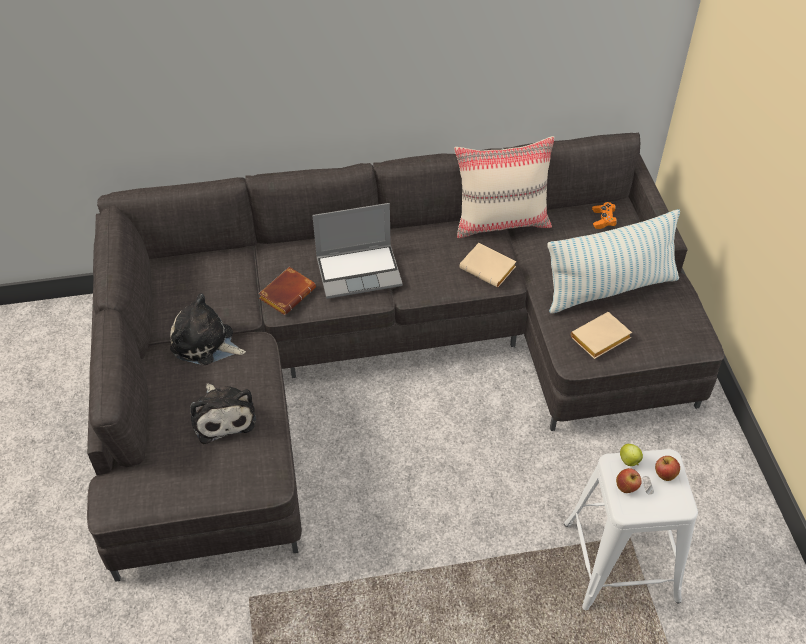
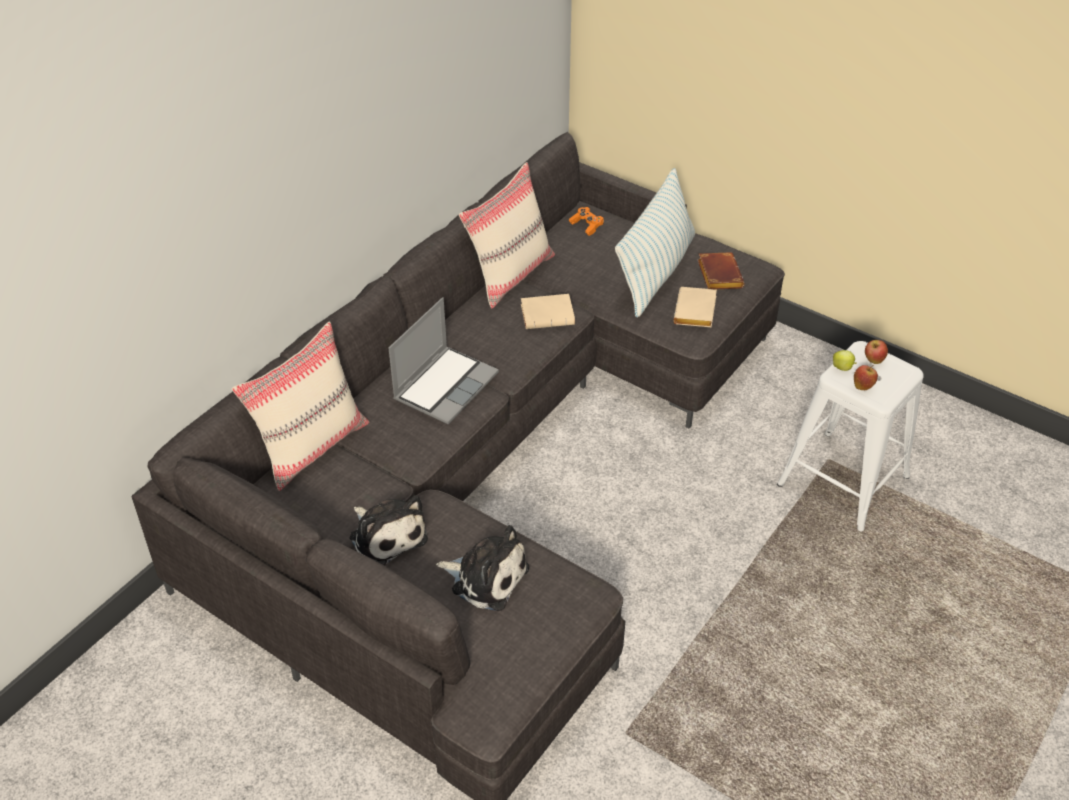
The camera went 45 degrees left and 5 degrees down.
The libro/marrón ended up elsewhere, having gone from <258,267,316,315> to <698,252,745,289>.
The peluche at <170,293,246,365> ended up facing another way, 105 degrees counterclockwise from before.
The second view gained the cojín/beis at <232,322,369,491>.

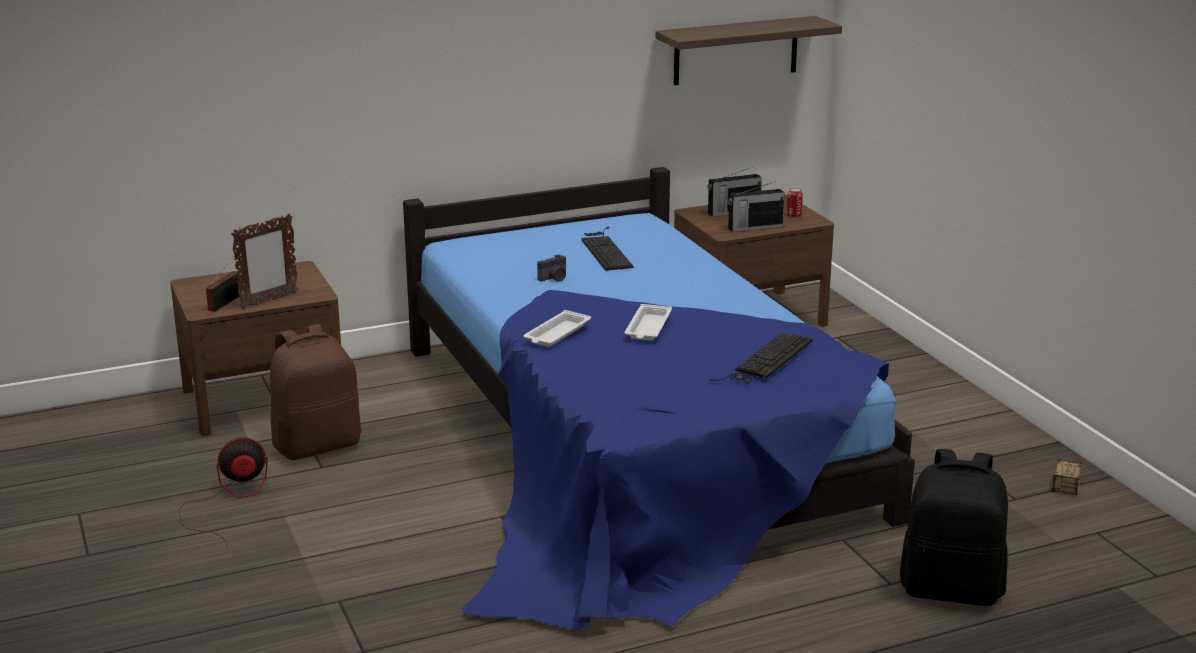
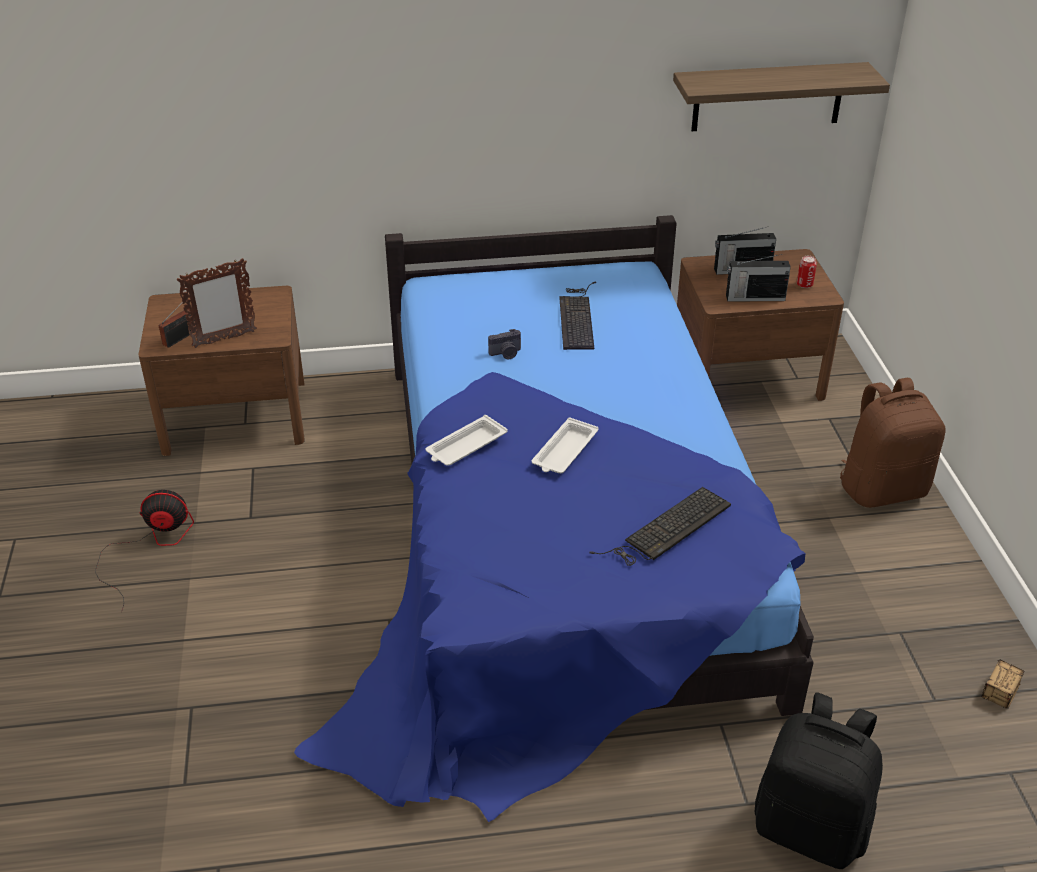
The camera went 15 degrees right and 15 degrees up.
The mochila/marrón ended up elsewhere, having gone from <270,324,361,460> to <840,378,946,508>.

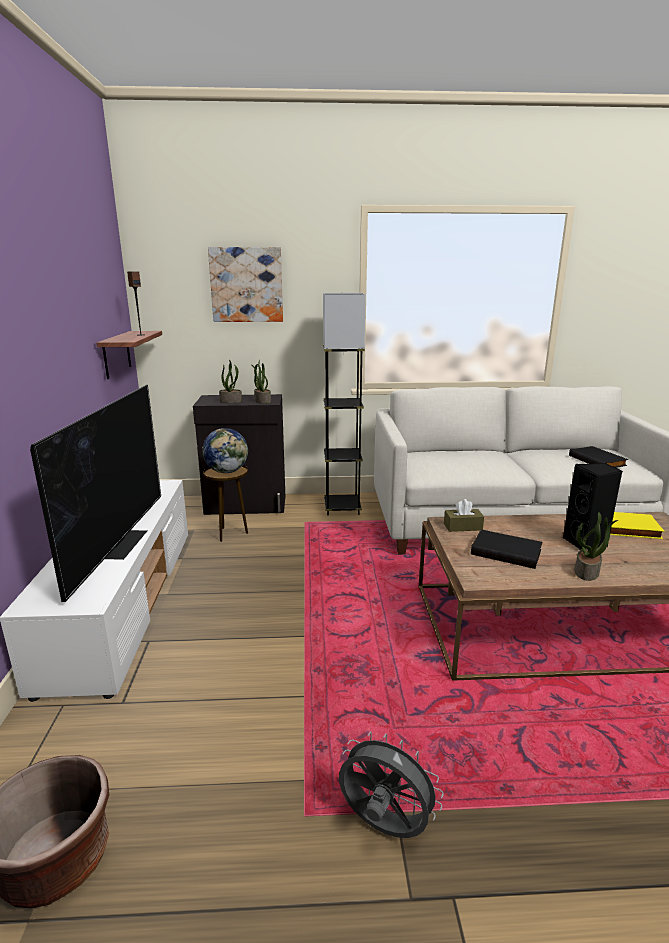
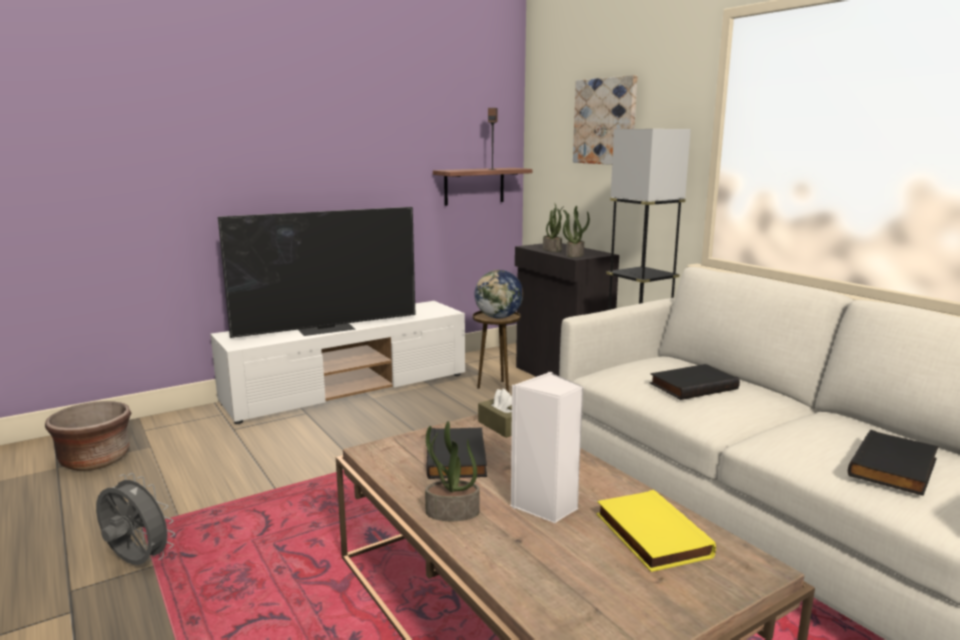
The camera went 60 degrees right and 5 degrees down.
What was the altavoz/negro at <563,463,622,550> turned into the altavoz/blanco at <510,372,584,523>.
The ventilador/gris at <339,731,443,838> ended up facing another way, 60 degrees counterclockwise from before.
The second view gained the libro/negro at <650,364,740,400>.

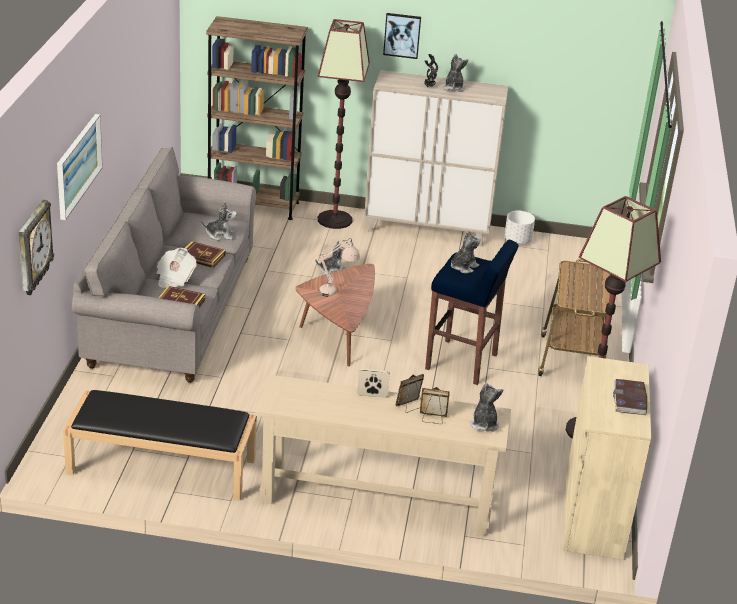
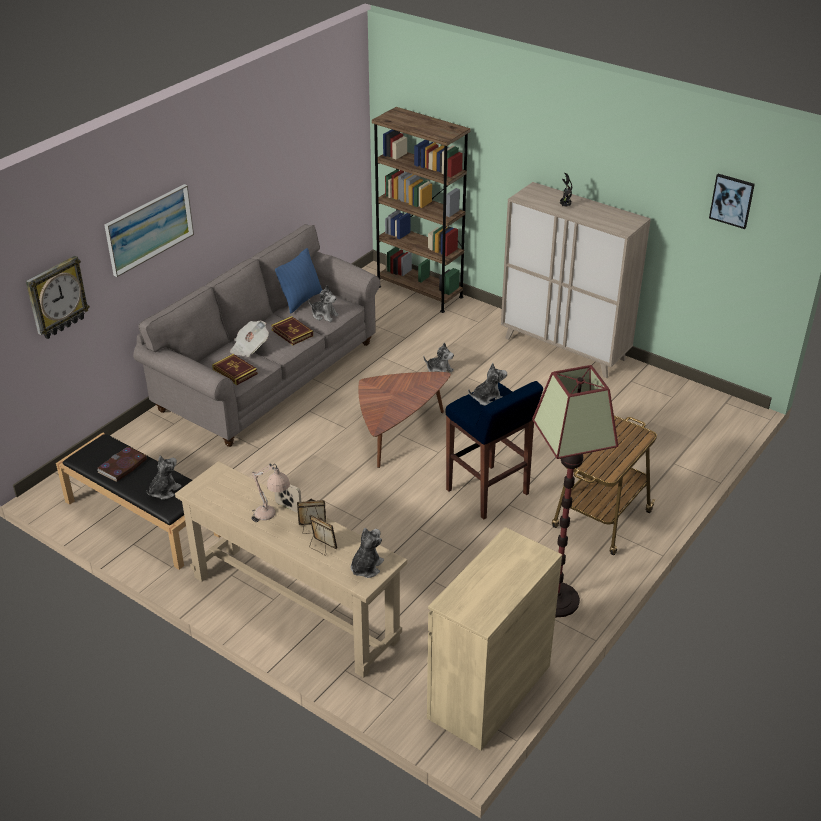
The camera went 30 degrees right and 5 degrees up.
The cuadro ended up elsewhere, having gone from <383,13,421,59> to <709,174,755,229>.
The second view lost the lámpara de pie at <318,19,370,229>.
The peluche ended up elsewhere, having gone from <443,54,469,92> to <147,455,182,499>.
The second view lost the maceta/blanco at <504,211,535,244>.
The lámpara de mesa/beis ended up elsewhere, having gone from <317,238,360,297> to <251,464,290,523>.
The libro ended up elsewhere, having gone from <613,379,647,415> to <98,447,147,482>.
The second view gained the cojín/azul at <275,248,322,313>.

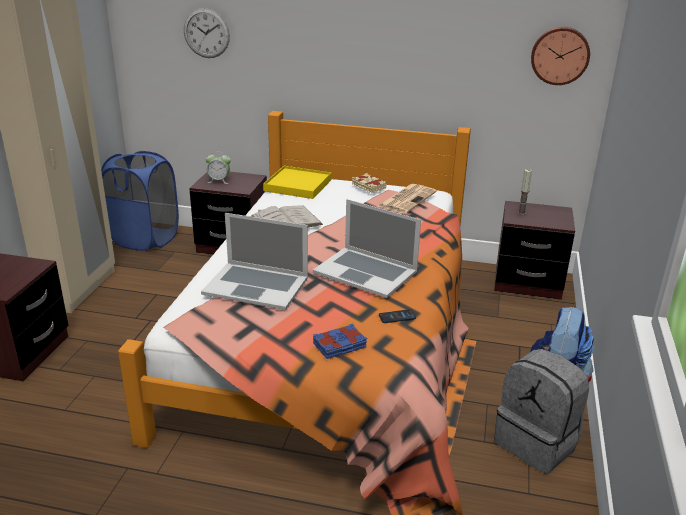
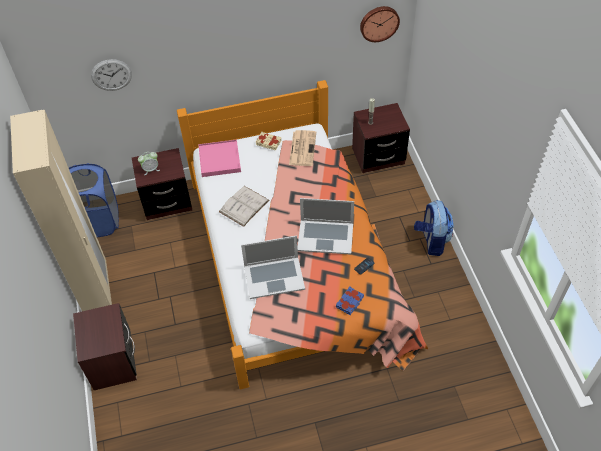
The camera went 25 degrees left and 25 degrees up.
What was the bandeja/amarillo at <263,166,332,199> turned into the bandeja/rosa at <198,139,241,177>.
The second view lost the mochila/gris at <494,349,589,473>.

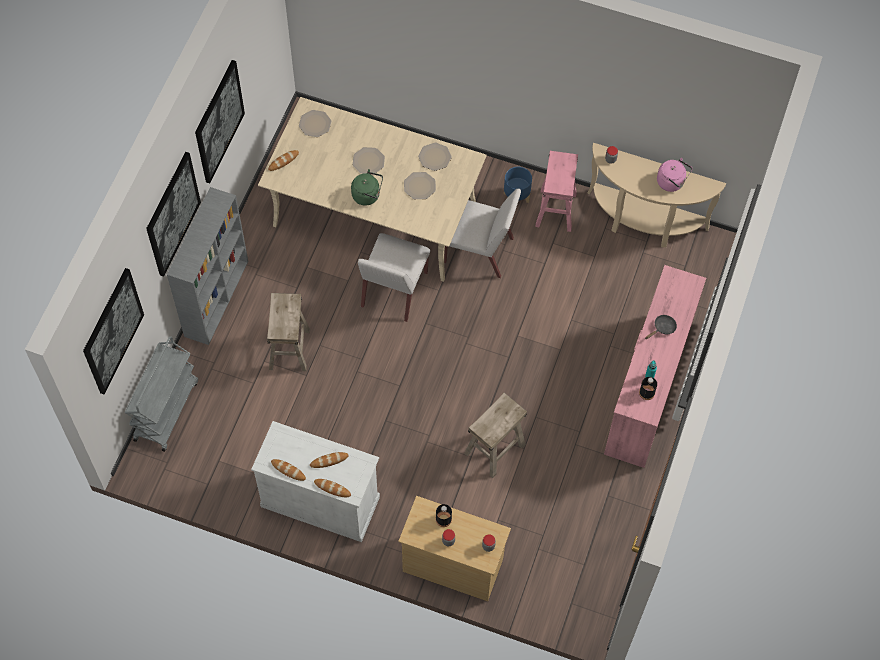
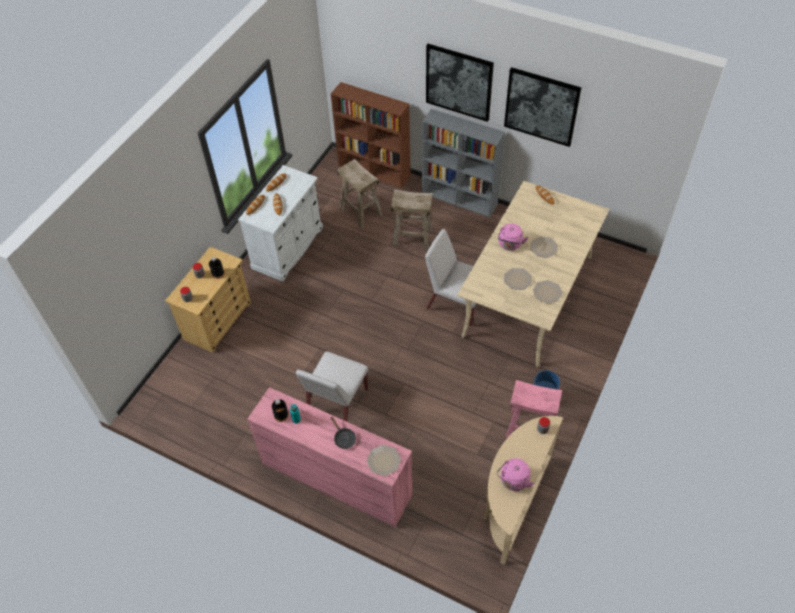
The camera went 100 degrees right and 10 degrees down.
The plato ended up elsewhere, having gone from <299,110,331,137> to <367,445,401,476>.
What was the hervidor/verde at <351,169,383,206> turned into the hervidor/rosa at <498,223,528,251>.
The silla/blanco ended up elsewhere, having gone from <444,189,521,278> to <296,352,368,422>.
The second view lost the cuadro at <83,268,144,395>.
Where the carrito/gris stood at <125,336,198,452>, the estantería/marrón came to stand at <331,82,411,188>.
The taburete/beis ended up elsewhere, having gone from <464,392,527,478> to <338,159,383,228>.

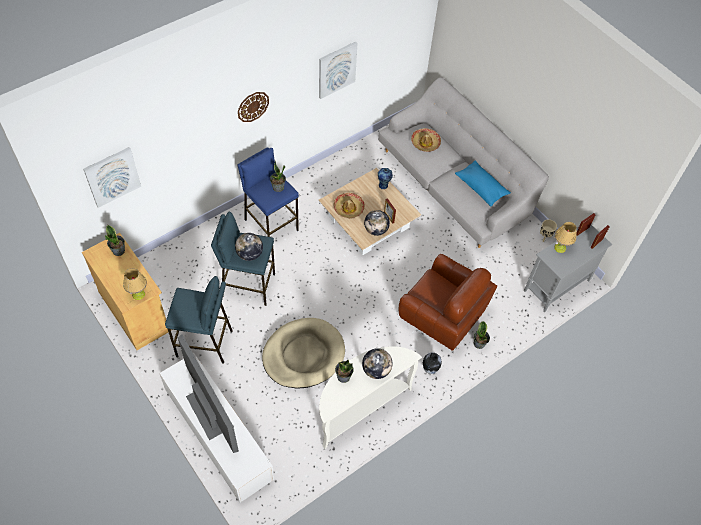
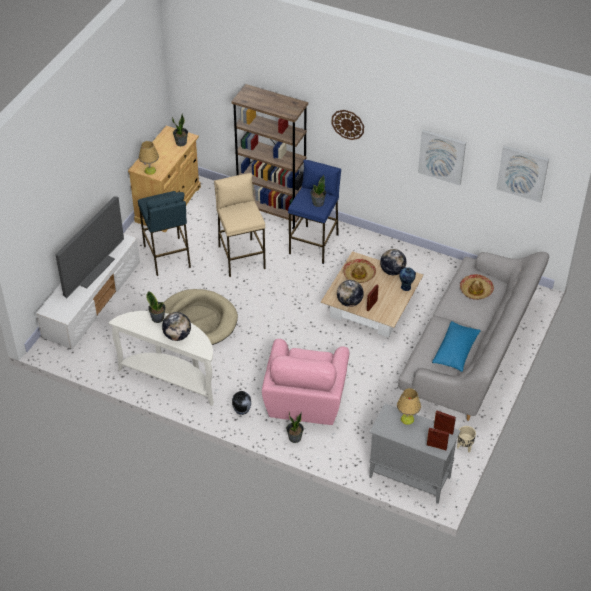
The camera went 65 degrees right and 10 degrees down.
The cuadro ended up elsewhere, having gone from <83,147,141,208> to <497,146,549,202>.
What was the taburete/azul at <211,212,275,306> turned into the taburete/beis at <214,173,266,277>.
The globo terráqueo ended up elsewhere, having gone from <235,233,263,261> to <380,249,406,275>.
What was the sillón/marrón at <399,254,497,351> turned into the sillón/rosa at <262,339,349,425>.
The second view gained the estantería/marrón at <231,84,308,229>.

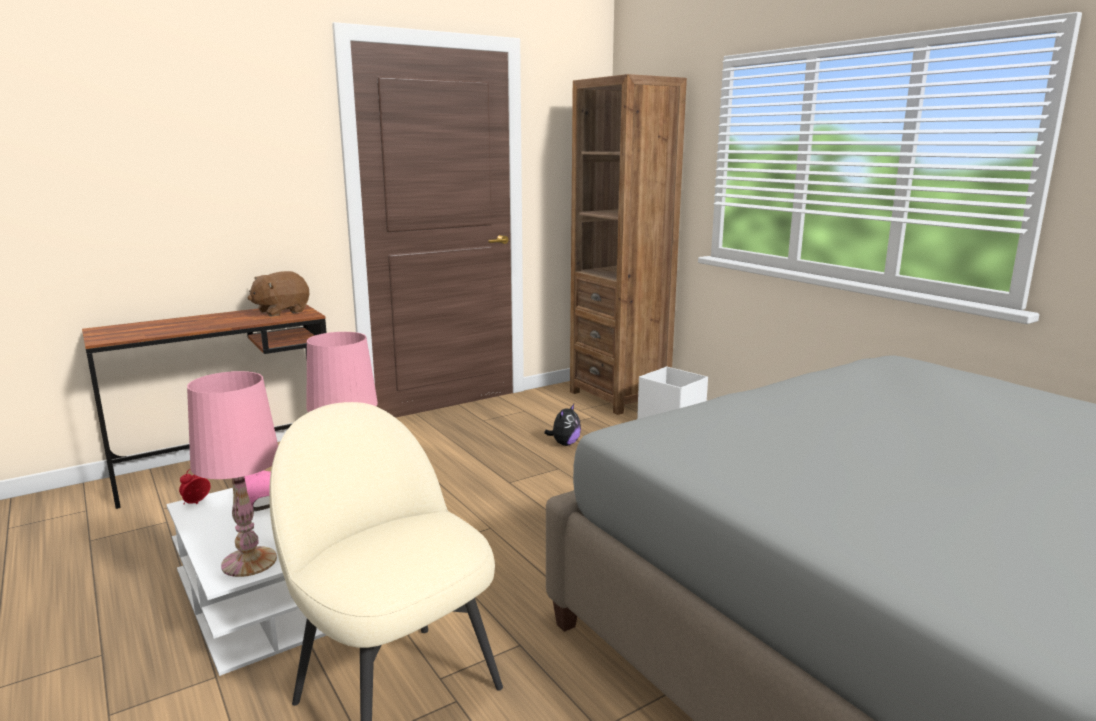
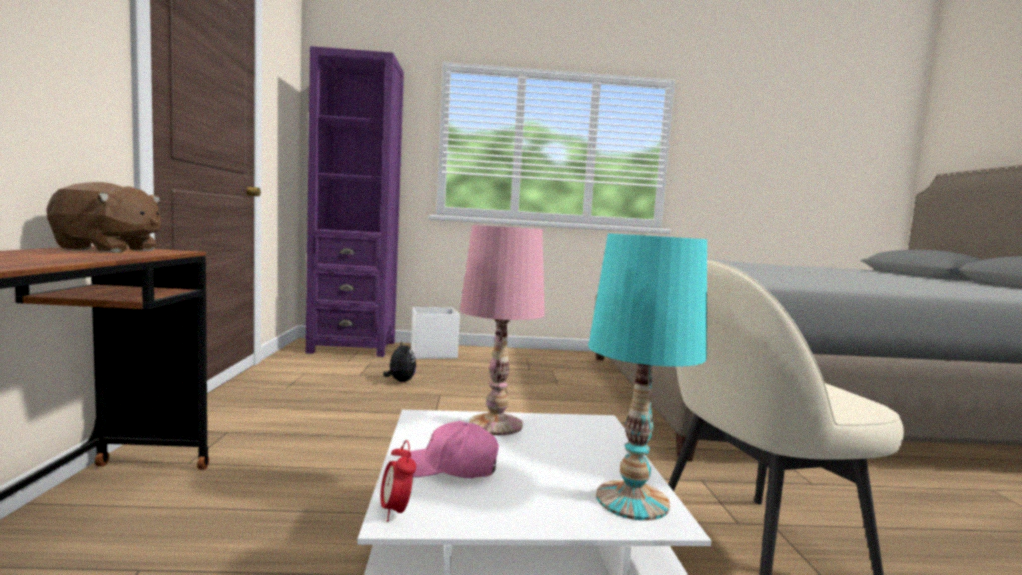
The camera went 60 degrees left and 10 degrees down.
What was the estantería/marrón at <570,74,687,415> turned into the estantería/morado at <306,46,404,357>.
The peluche/marrón at <248,271,309,317> ended up facing another way, 75 degrees counterclockwise from before.
What was the lámpara de mesa/rosa at <187,371,278,577> turned into the lámpara de mesa/turquesa at <588,233,707,521>.

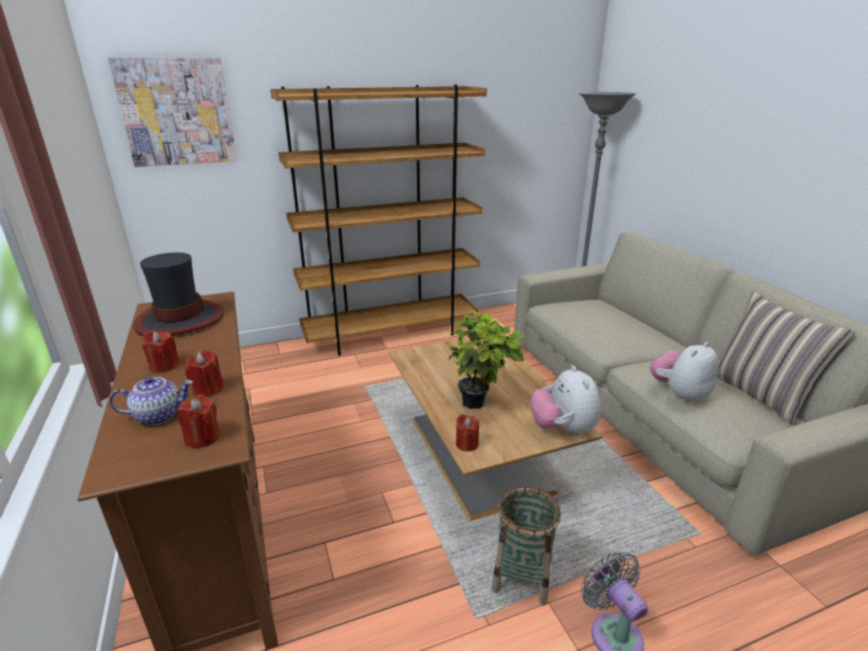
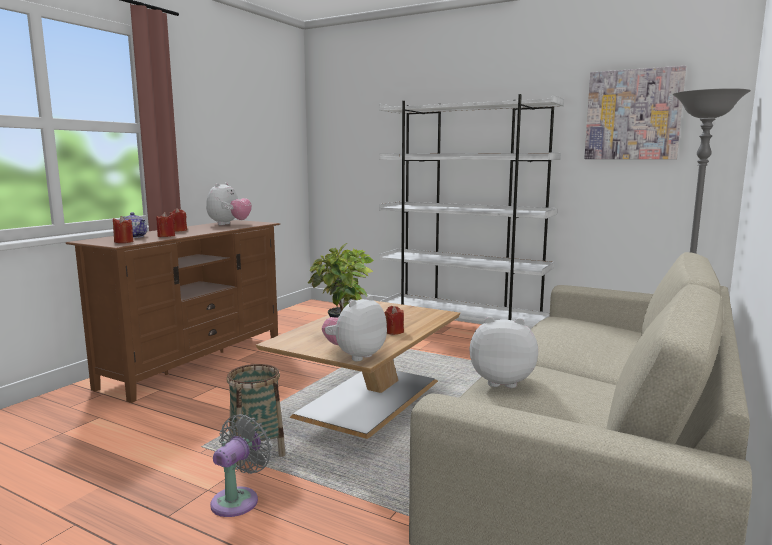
The camera went 50 degrees right and 15 degrees down.
The cuadro ended up elsewhere, having gone from <108,57,237,167> to <584,66,686,159>.
What was the estantería/marrón at <270,85,487,356> turned into the estantería/blanco at <379,94,564,329>.
Where the sombrero stood at <133,252,224,336>, the peluche came to stand at <206,182,252,225>.
The second view lost the cojín at <717,291,855,425>.
The vela/rojo ended up elsewhere, having gone from <456,414,479,452> to <384,306,404,335>.

